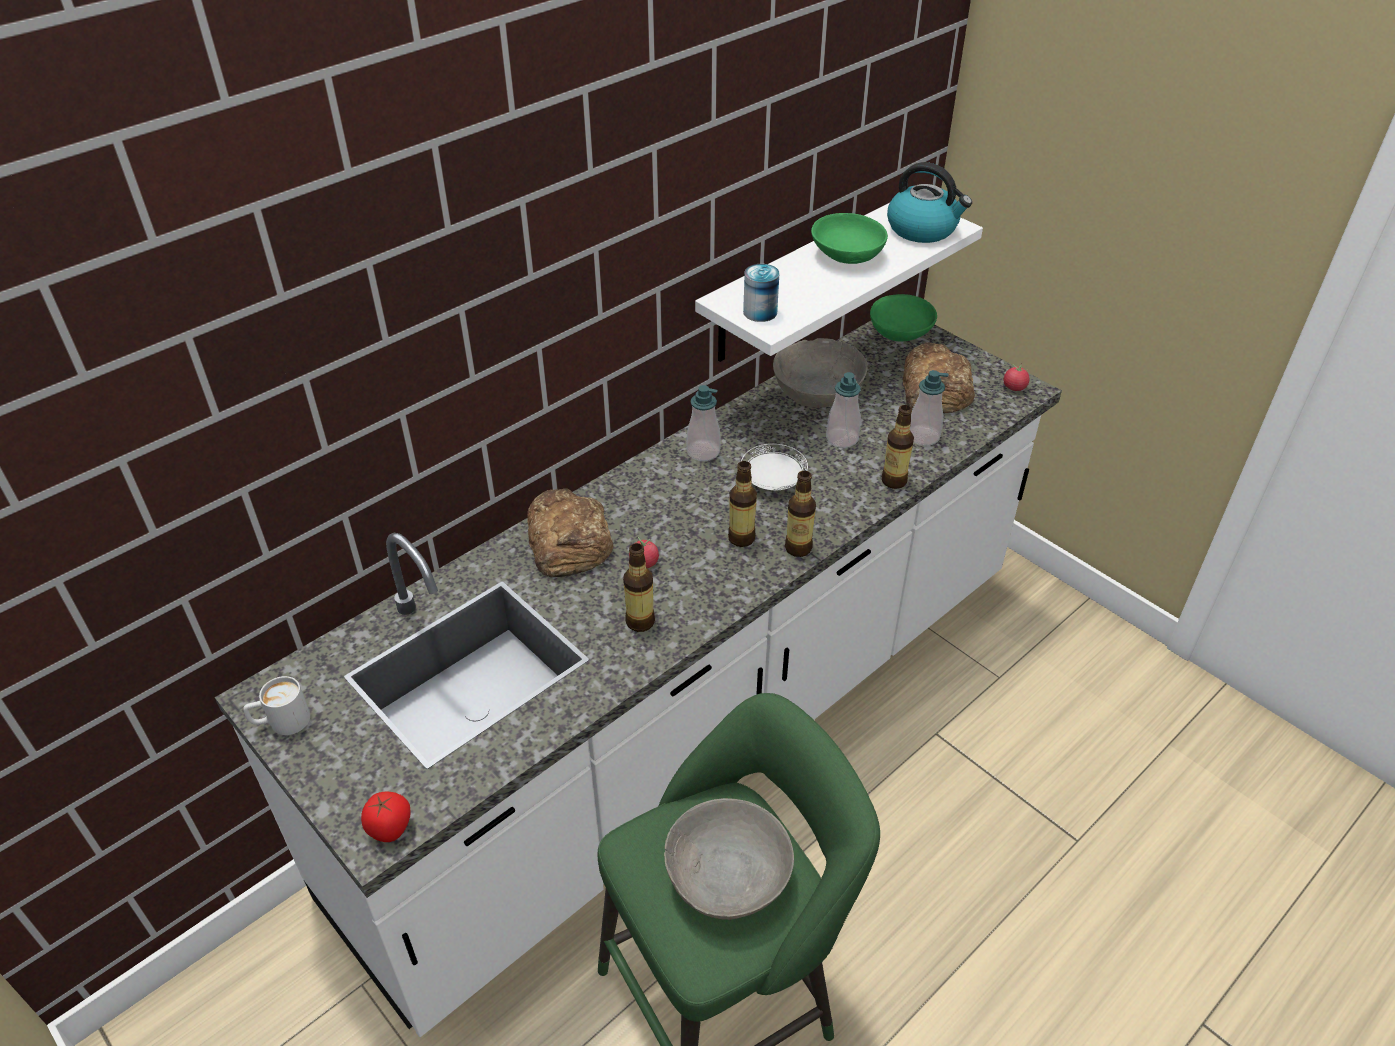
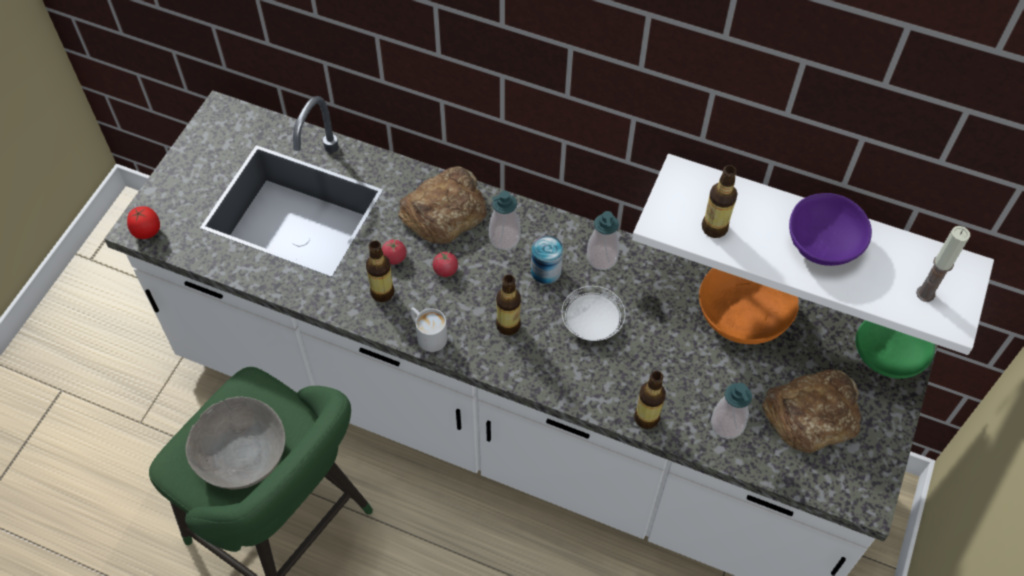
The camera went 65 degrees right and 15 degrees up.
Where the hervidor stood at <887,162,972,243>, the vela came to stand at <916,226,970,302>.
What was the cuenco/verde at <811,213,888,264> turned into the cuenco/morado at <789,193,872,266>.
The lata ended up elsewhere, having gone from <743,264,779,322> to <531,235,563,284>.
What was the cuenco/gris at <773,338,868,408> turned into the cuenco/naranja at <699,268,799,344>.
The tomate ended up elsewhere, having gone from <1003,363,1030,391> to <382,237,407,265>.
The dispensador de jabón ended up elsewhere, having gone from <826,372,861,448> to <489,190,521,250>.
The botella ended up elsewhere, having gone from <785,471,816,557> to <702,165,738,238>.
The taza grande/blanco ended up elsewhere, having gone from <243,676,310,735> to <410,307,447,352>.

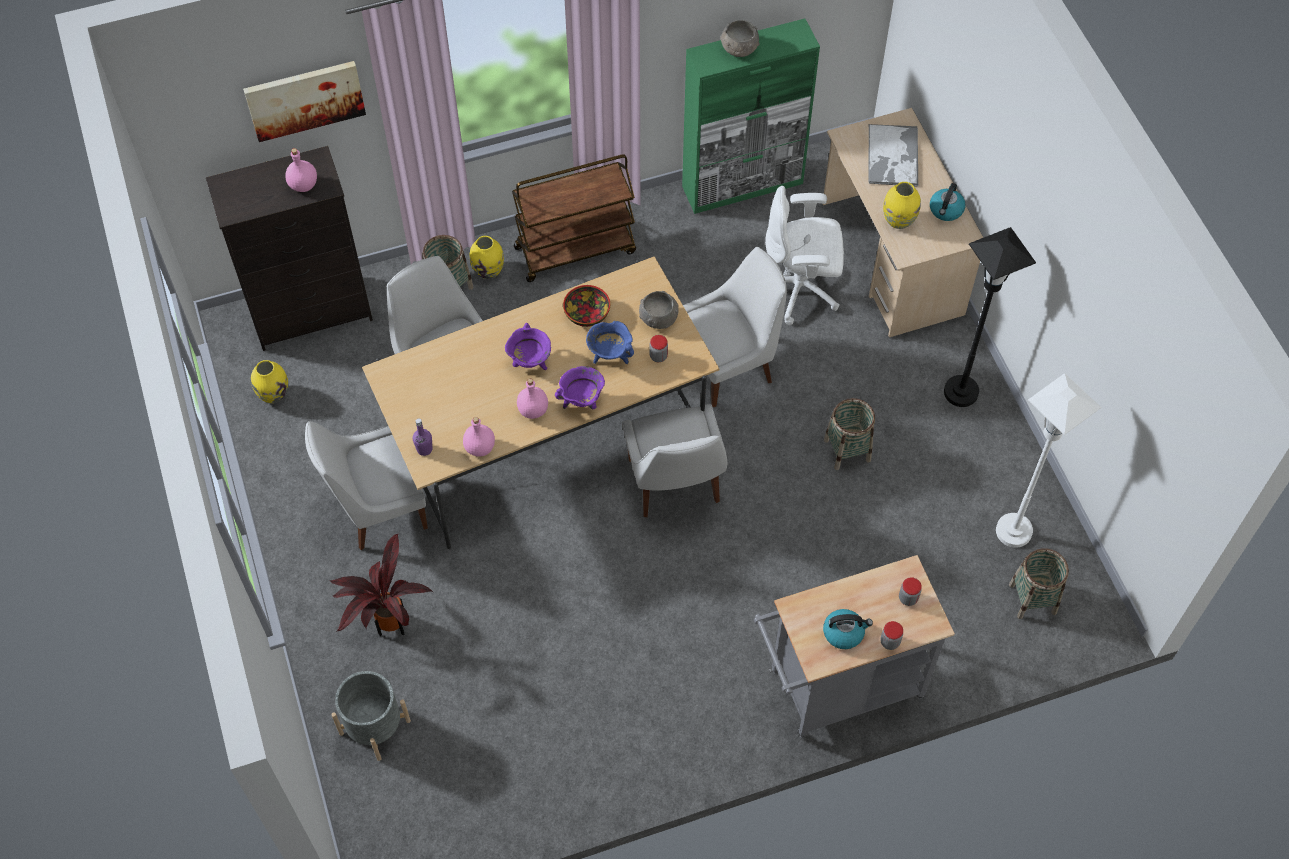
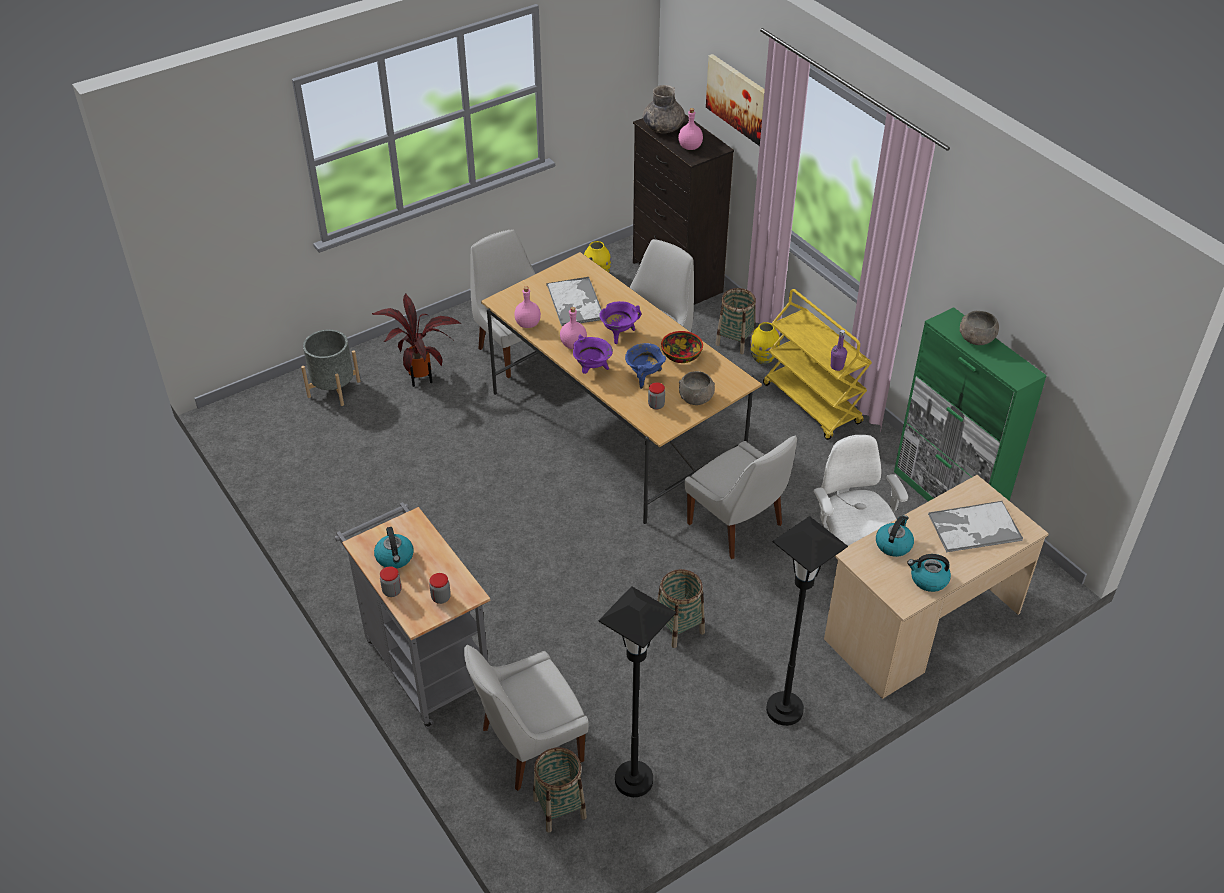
The camera went 75 degrees right and 15 degrees down.
What was the carrito/marrón at <512,154,636,282> turned into the carrito/amarillo at <763,289,872,440>.
Where the florero/amarillo stood at <883,182,921,229>, the hervidor came to stand at <876,515,914,557>.
What was the lámpara de pie/blanco at <996,373,1101,548> turned into the lámpara de pie/negro at <598,586,676,797>.
The silla/blanco ended up elsewhere, having gone from <622,404,727,517> to <464,645,589,791>.
The botella/morado ended up elsewhere, having gone from <413,418,432,456> to <831,330,847,371>.
The second view gained the florero/gris at <643,85,685,133>.
The second view gained the bandeja at <547,277,602,326>.

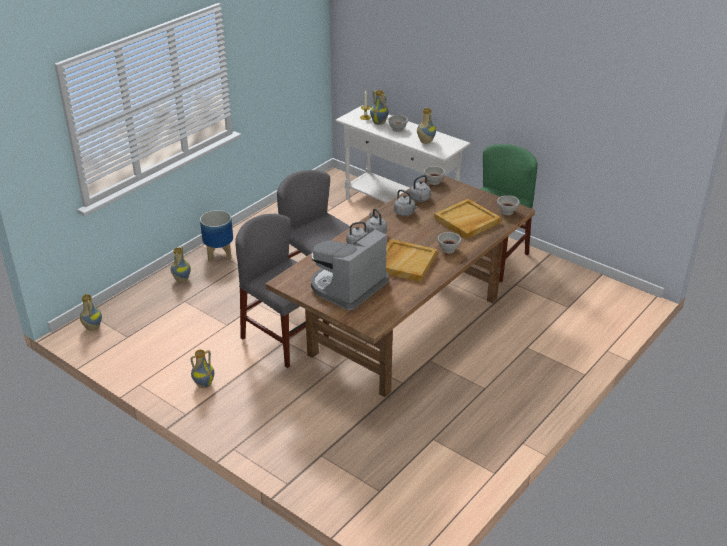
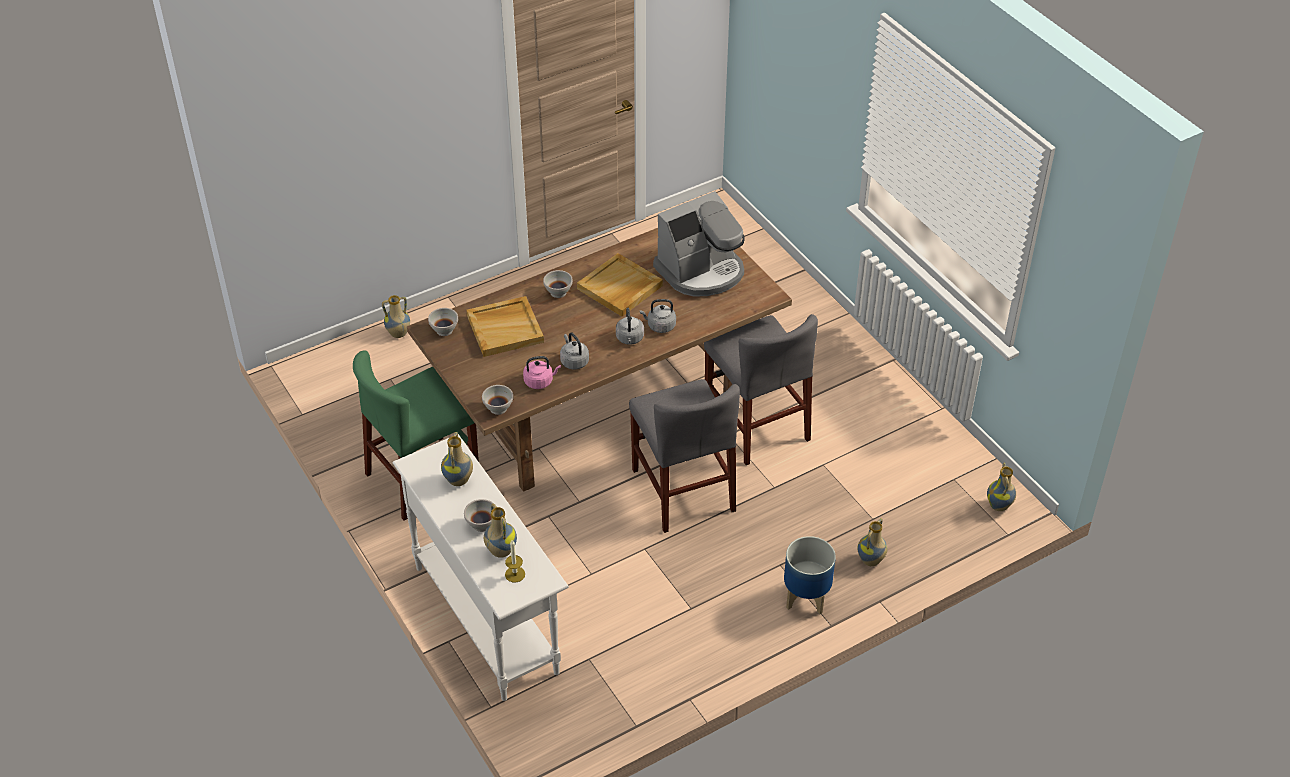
The camera went 160 degrees left and 10 degrees up.
What was the hervidor/gris at <406,175,431,202> turned into the hervidor/rosa at <523,356,561,389>.
The florero ended up elsewhere, having gone from <191,350,214,388> to <382,295,410,338>.

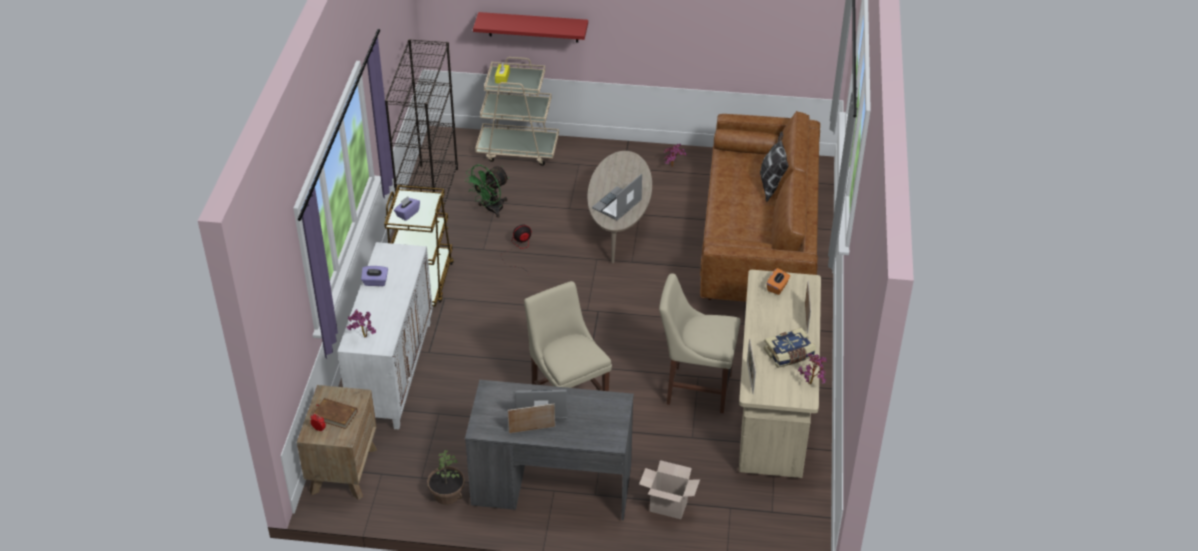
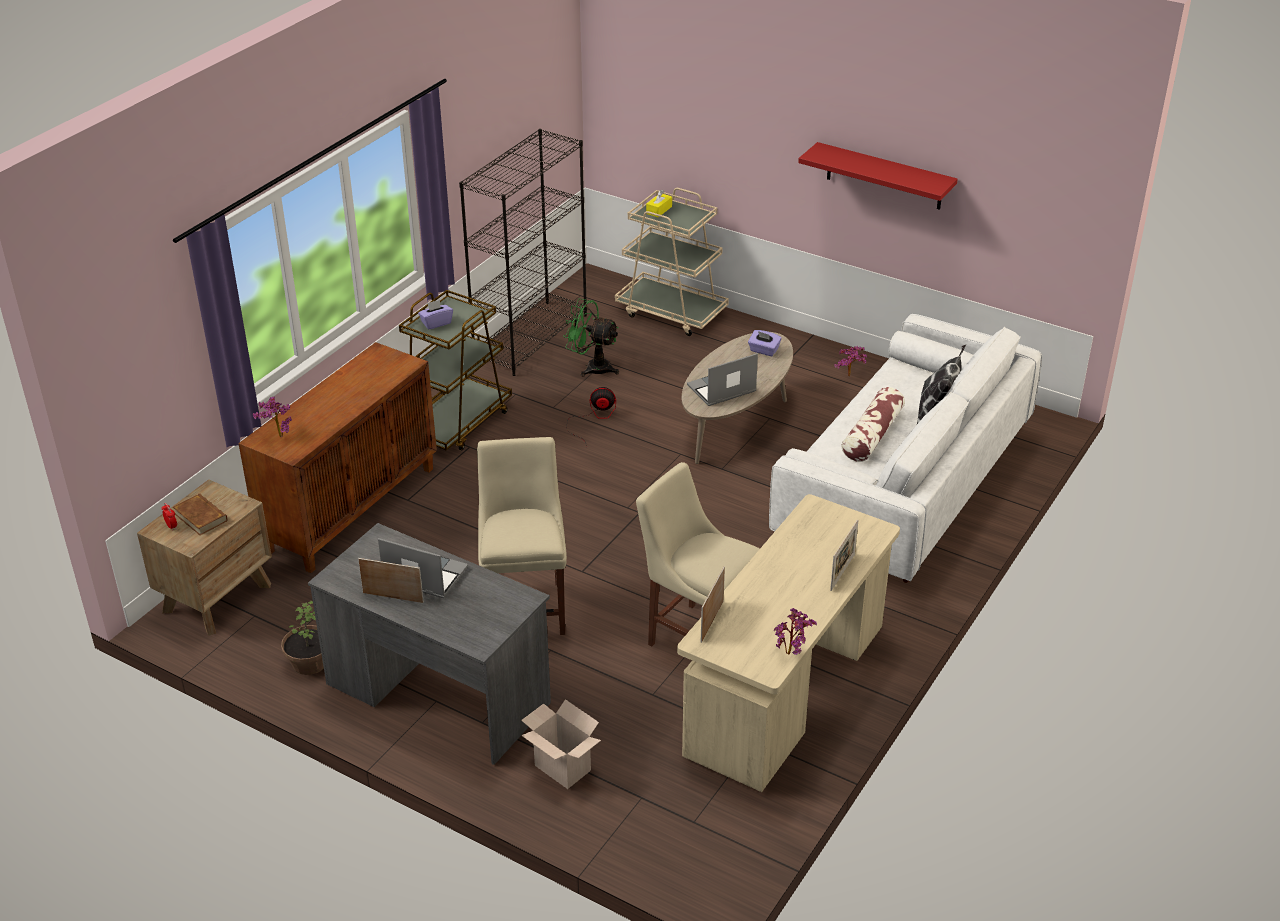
The camera went 25 degrees right and 5 degrees down.
The estante/rojo ended up elsewhere, having gone from <473,12,588,43> to <798,142,958,210>.
What was the sofá/marrón at <700,111,820,302> turned into the sofá/blanco at <769,314,1042,583>.
The ventilador/verde at <465,164,509,218> ended up facing another way, 45 degrees clockwise from before.
What was the armario/blanco at <337,242,433,430> turned into the armario/marrón at <238,342,437,573>.
The caja de pañuelos/morado ended up elsewhere, having gone from <361,266,388,286> to <748,330,782,356>.
The second view lost the caja de pañuelos/naranja at <767,268,790,295>.
The second view lost the libro at <764,328,816,368>.
The second view gained the cojín at <841,387,905,462>.

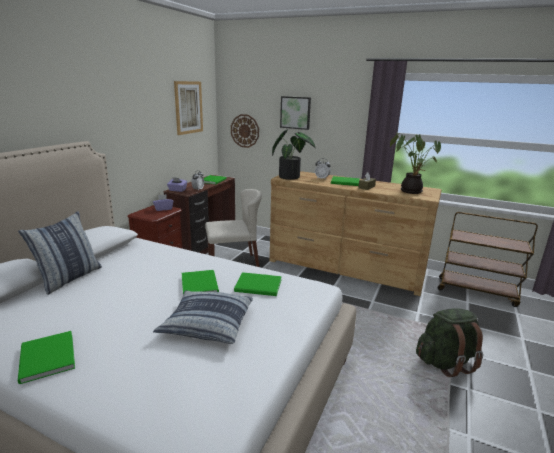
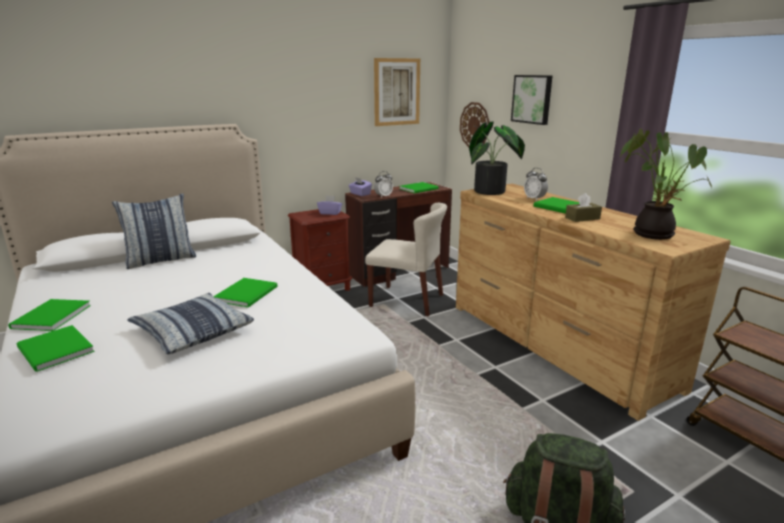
The camera went 35 degrees right and 0 degrees up.
The libro/verde ended up elsewhere, having gone from <234,272,282,296> to <17,325,95,372>.

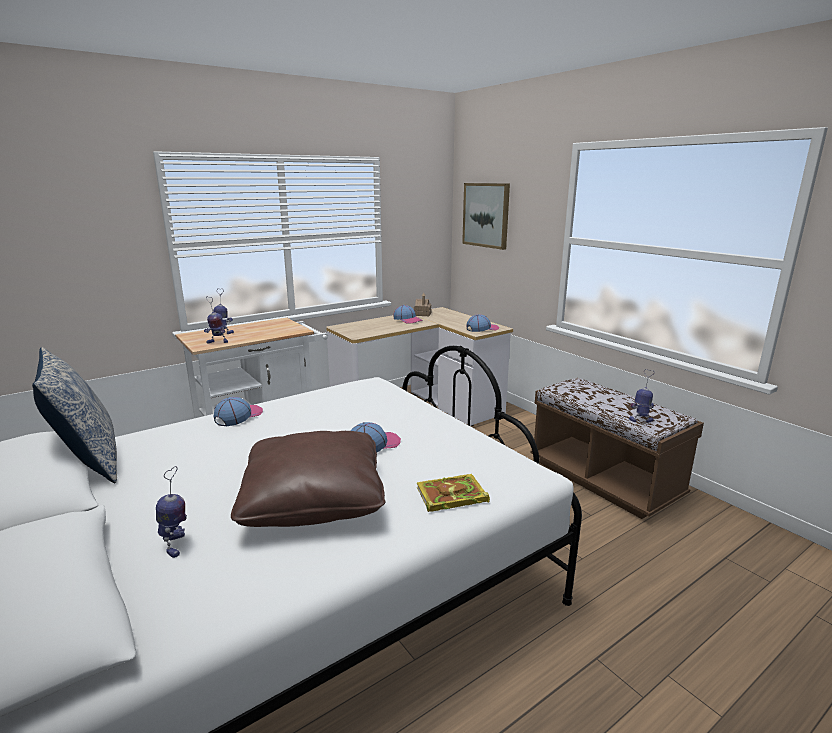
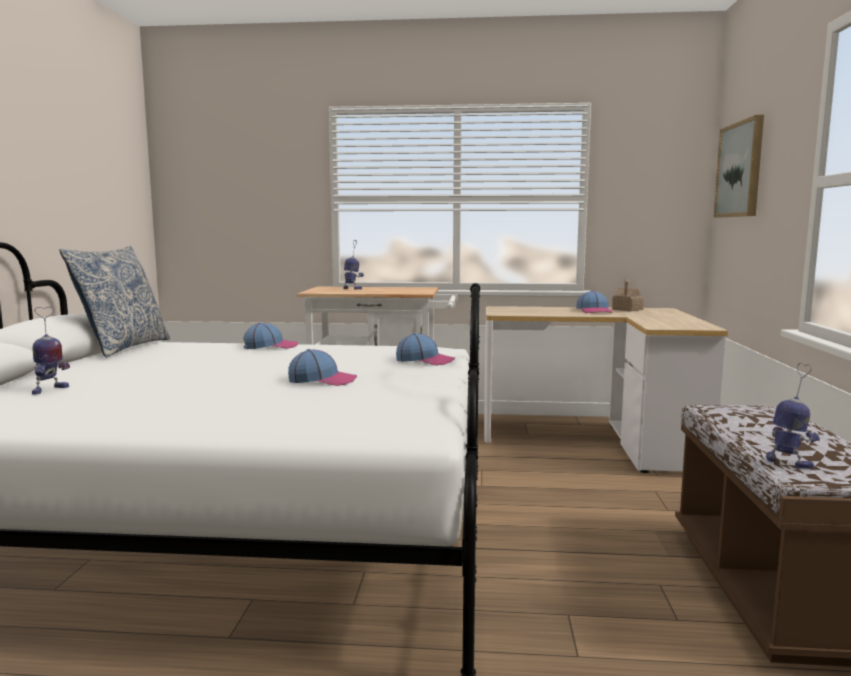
The camera went 40 degrees right and 10 degrees down.
The second view lost the robot de juguete at <204,297,228,343>.
The gorra ended up elsewhere, having gone from <467,314,499,332> to <396,333,455,365>.
The second view lost the cojín/marrón at <231,431,385,527>.
The second view lost the libro at <417,474,490,512>.

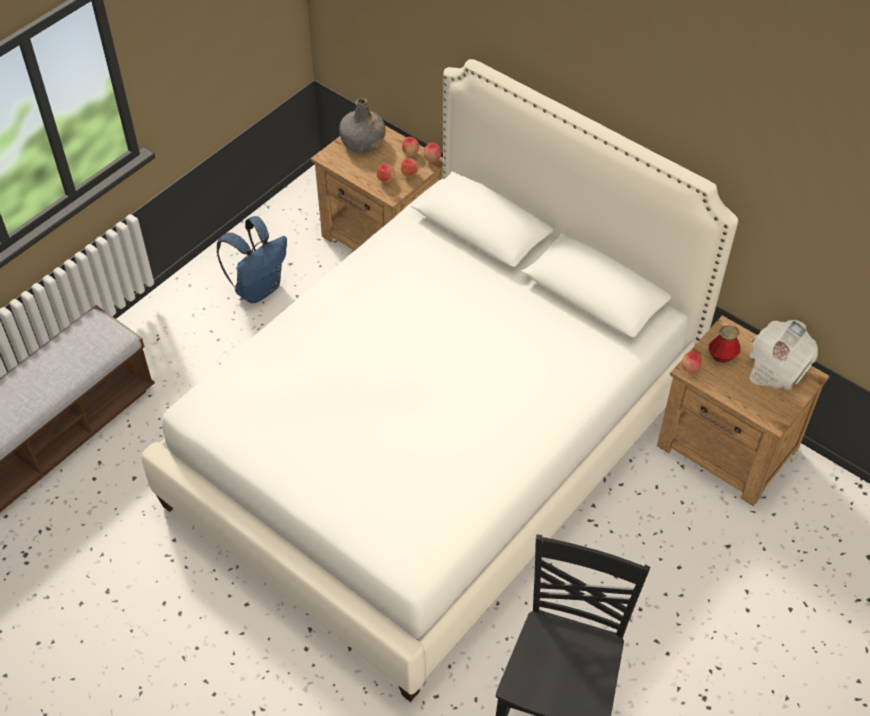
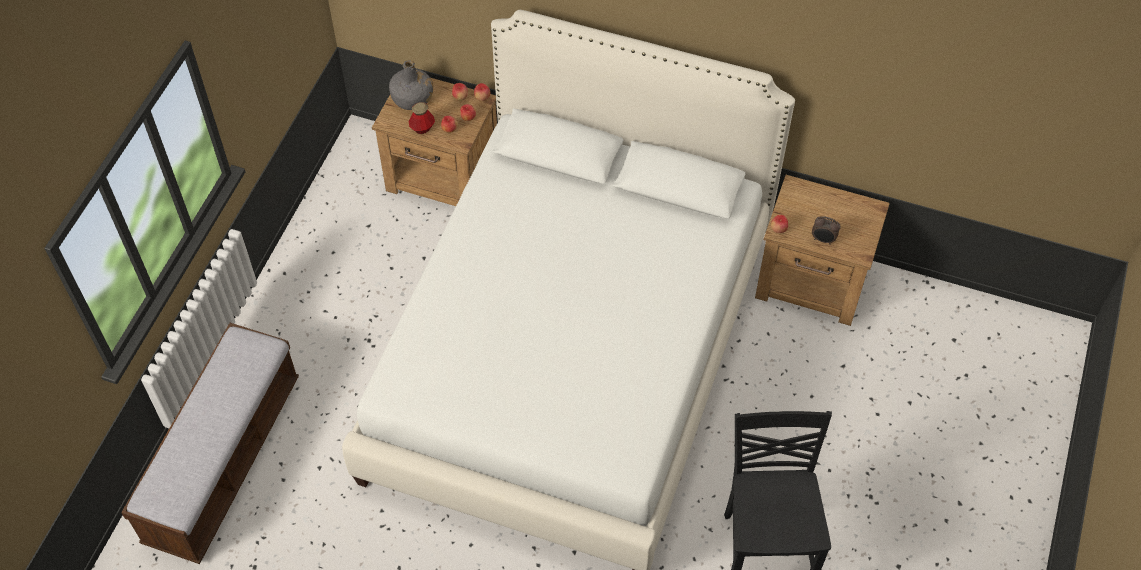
The camera went 20 degrees left and 5 degrees up.
The second view lost the mochila/azul at <217,216,287,303>.
The second view lost the periódico at <749,320,818,390>.
The botella ended up elsewhere, having gone from <709,325,740,362> to <409,102,435,134>.
The second view gained the despertador at <812,216,841,244>.

